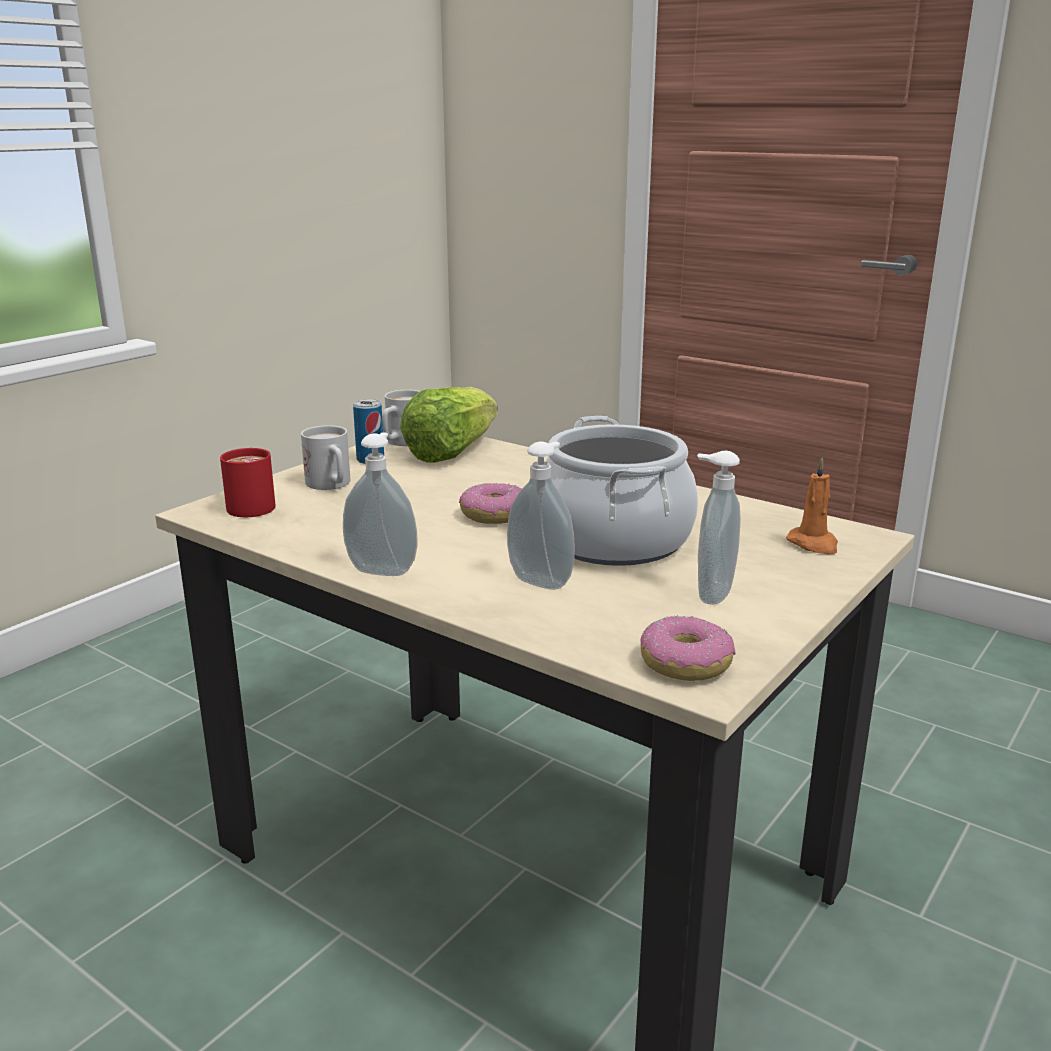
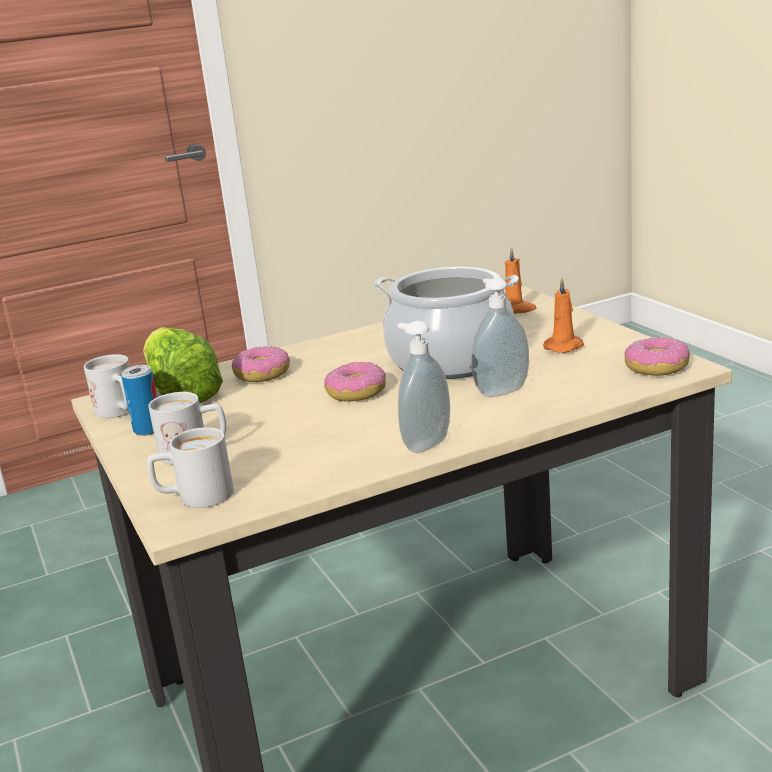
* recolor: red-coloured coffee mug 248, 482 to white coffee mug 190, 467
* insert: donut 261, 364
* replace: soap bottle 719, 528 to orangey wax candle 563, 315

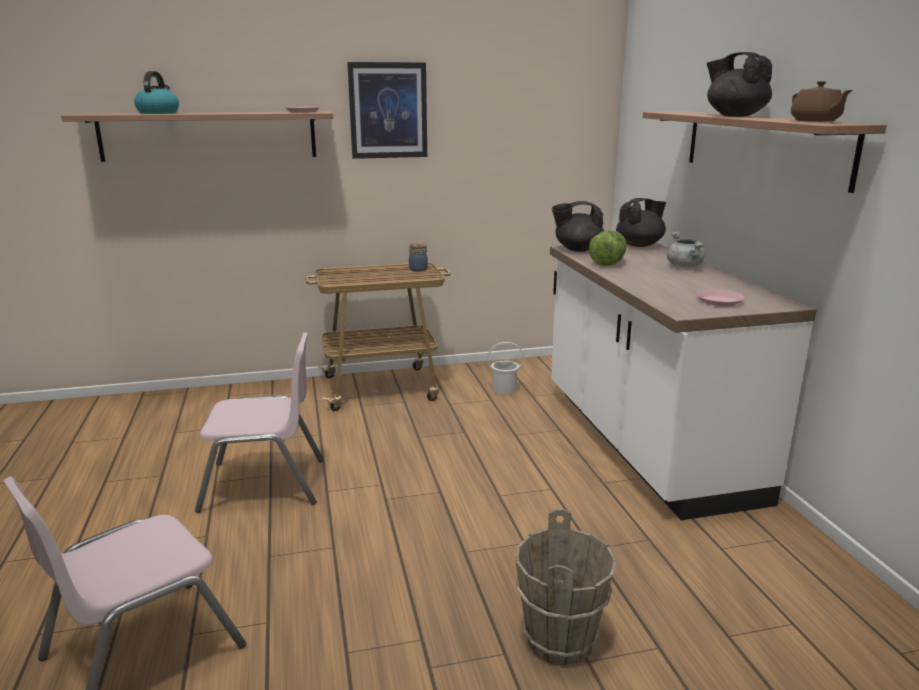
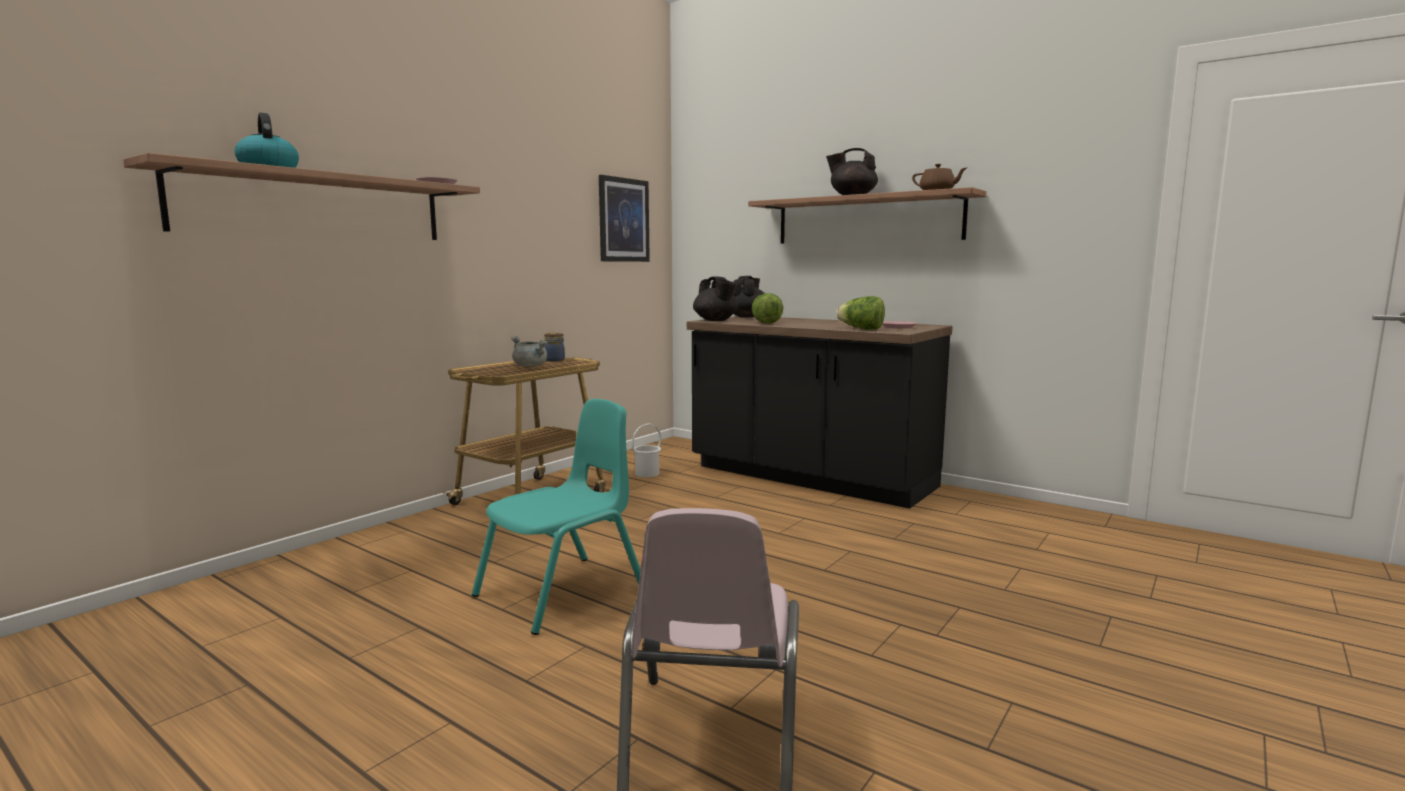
* recolor: pink chair 259, 422 to blue-green chair 556, 517
* move: grey saucepot 686, 249 to 529, 351
* move: wall art 387, 110 to 624, 218
* recolor: white counter 683, 381 to black counter 819, 412
* rotate: black teapot 578, 226 = 715, 299 75 degrees counterclockwise
* insert: lettuce head 861, 313
* delete: brownish bucket 566, 587

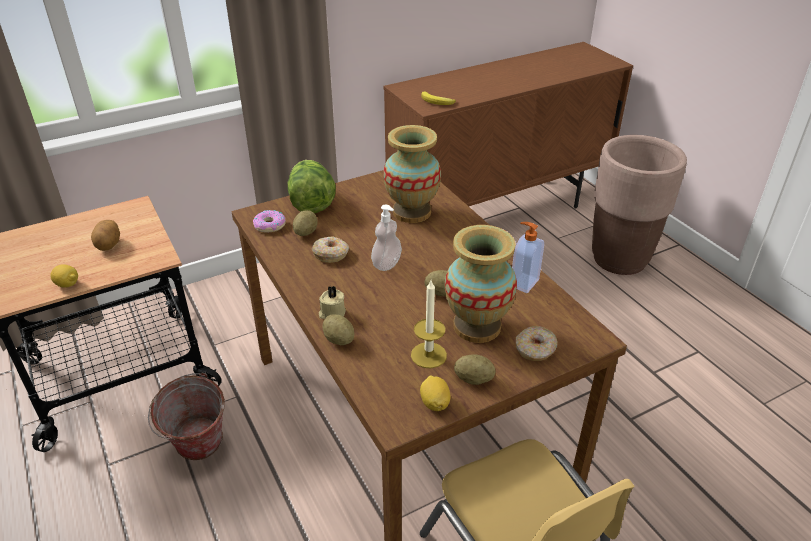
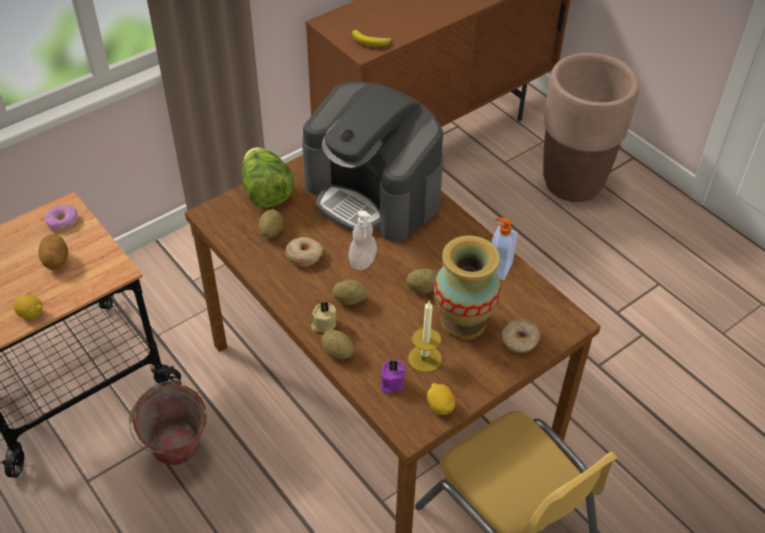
* move: donut 269, 221 to 61, 217
* replace: vase 412, 174 to coffee machine 372, 161
* move: whole potato 475, 369 to 349, 292
* insert: purple-coloured wax candle 393, 377

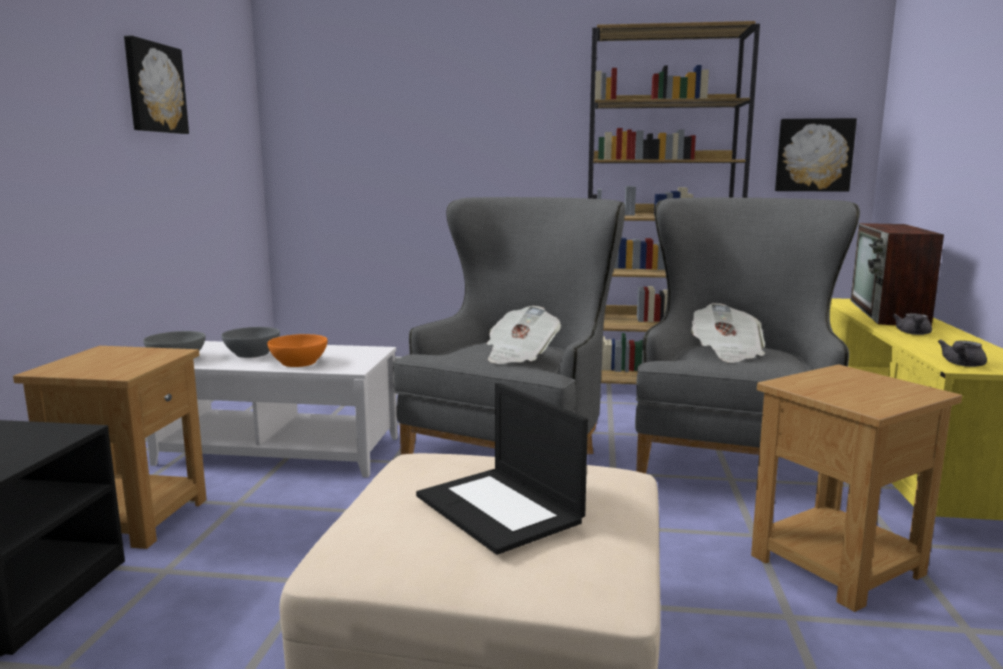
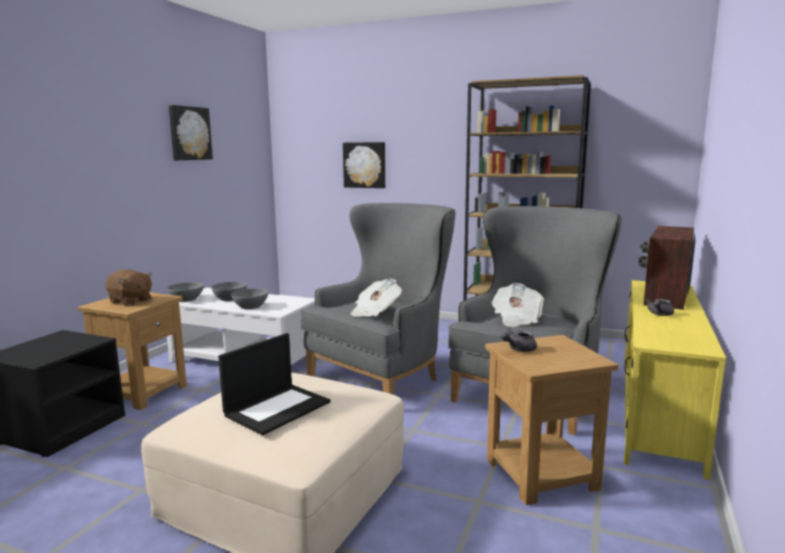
* insert: brownish soft toy 128, 287
* rotate: notebook computer 502, 469 = 274, 384 120 degrees counterclockwise
* recolor: orangey deep dish 297, 350 to grey deep dish 249, 298
* move: wall art 816, 155 to 364, 165
* move: grey teapot 962, 353 to 519, 340

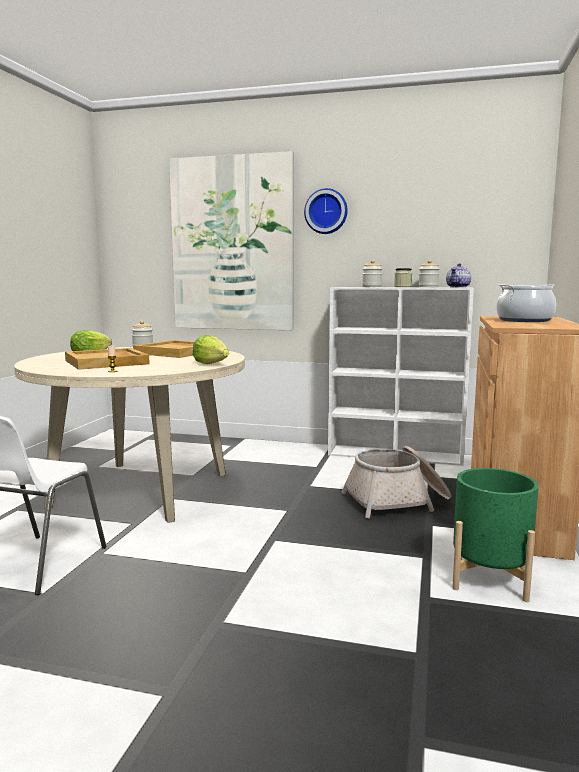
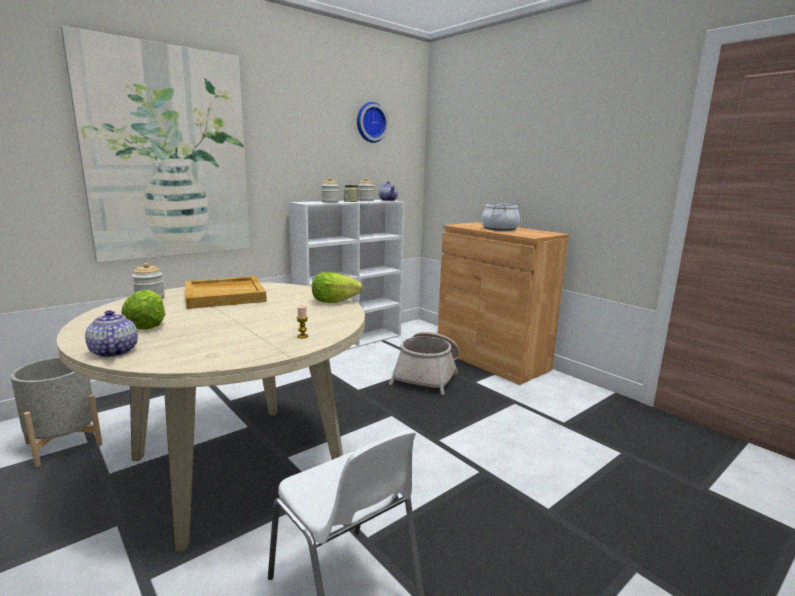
* insert: grey planter 56, 412
* insert: teapot 111, 334
* move: clock on the wall 326, 211 to 373, 122
* delete: beige-coloured carrying tray 107, 359
* delete: greenish planter 495, 535

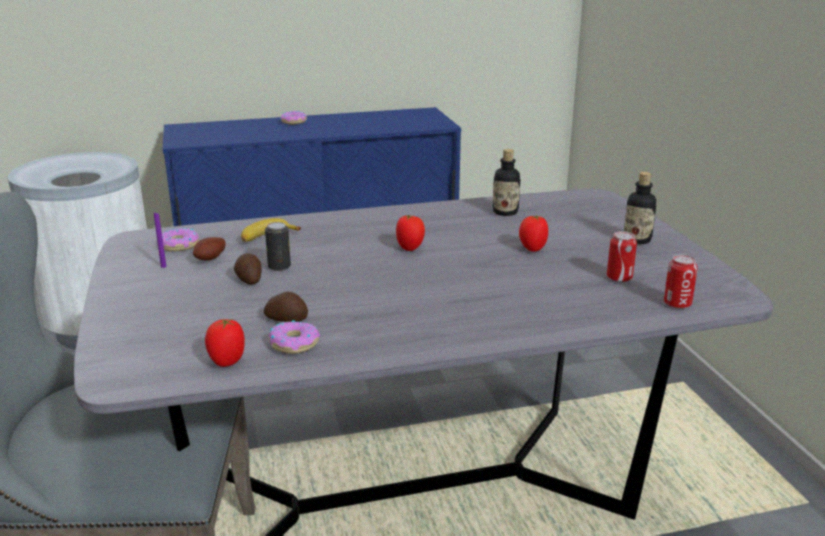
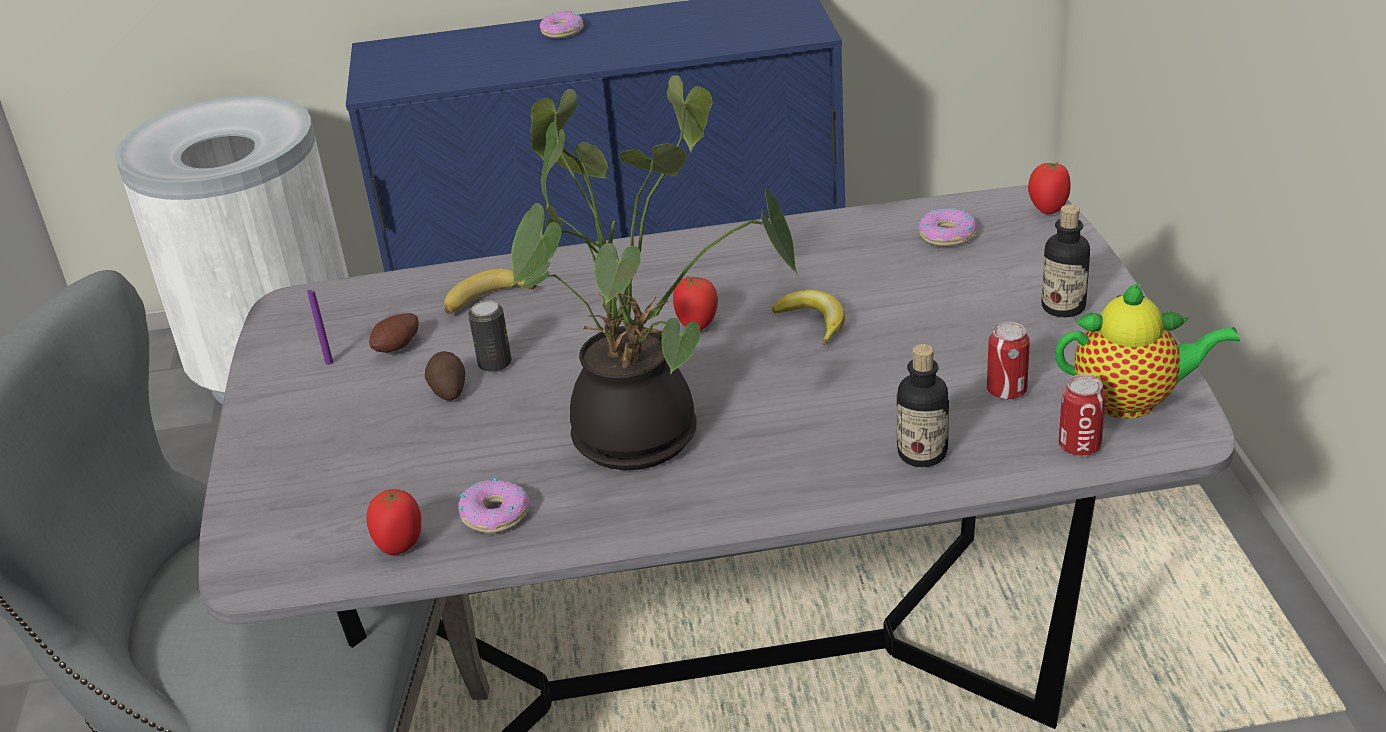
* insert: plant in a pot 655, 272
* insert: whole banana 808, 317
* move: bottle 506, 182 to 923, 405
* move: donut 180, 240 to 948, 227
* move: whole tomato 533, 233 to 1049, 188
* insert: teapot 1147, 350
* delete: whole potato 286, 306

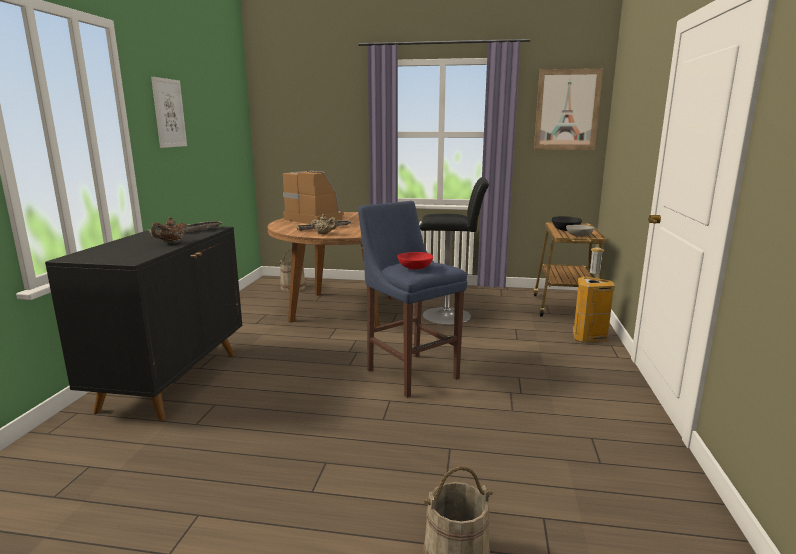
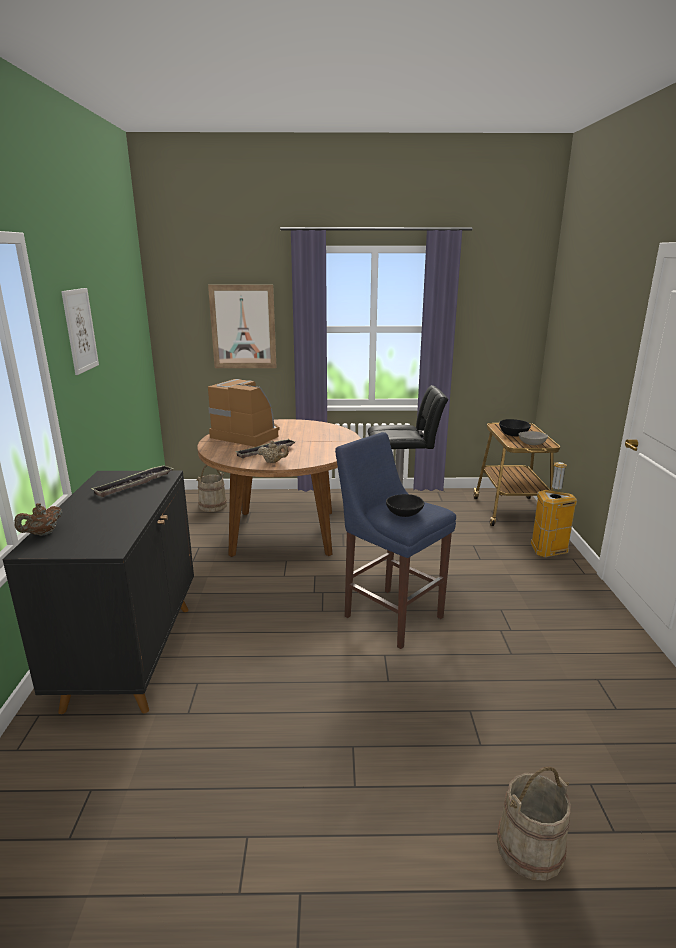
* move: brownish teapot 170, 230 to 38, 519
* move: wall art 568, 109 to 242, 326
* recolor: red-coloured deep dish 415, 260 to black deep dish 405, 505

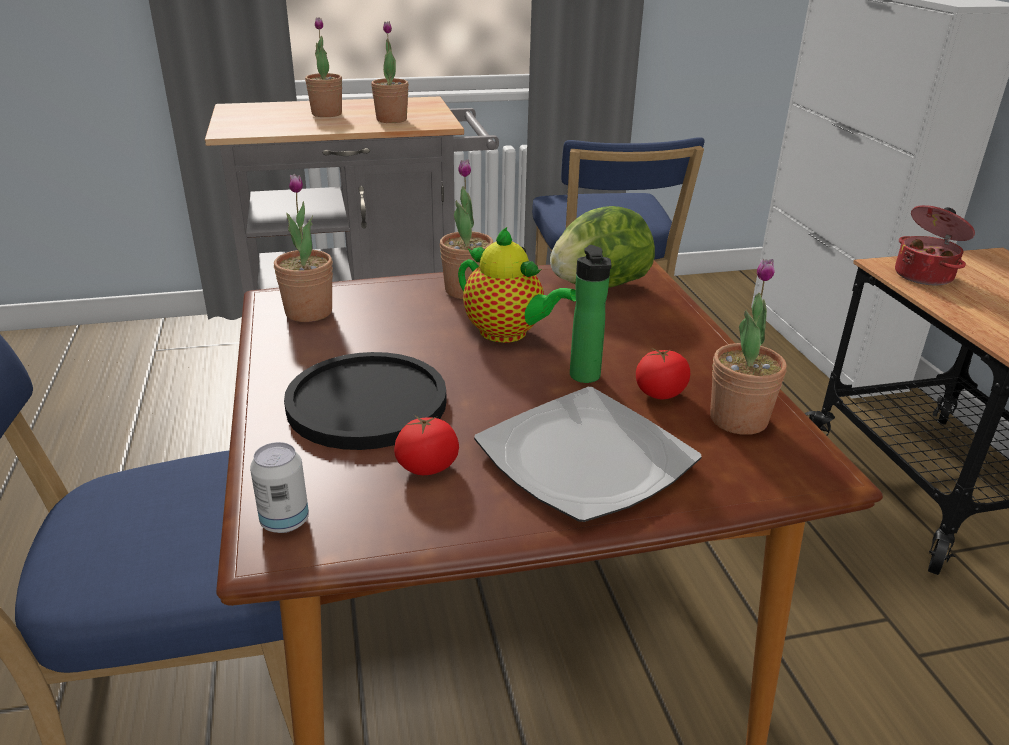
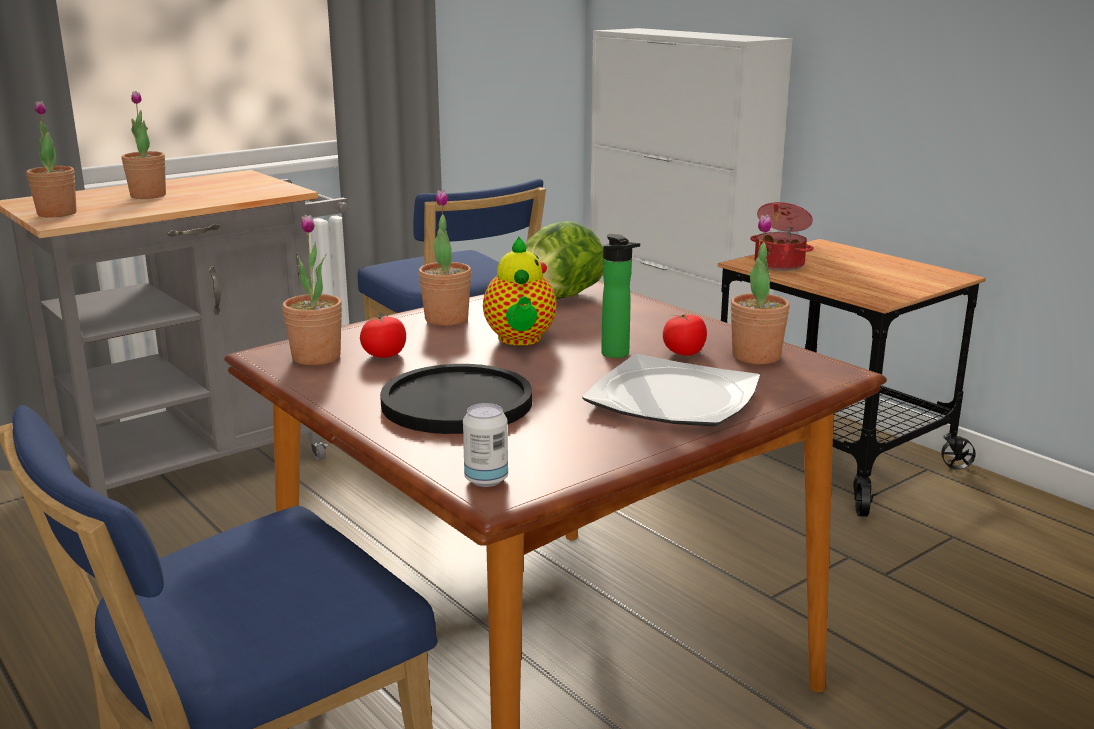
* move: plant in a pot 390, 72 to 51, 159
* move: whole tomato 426, 445 to 383, 337
* rotate: teapot 517, 285 = 520, 291 75 degrees clockwise

